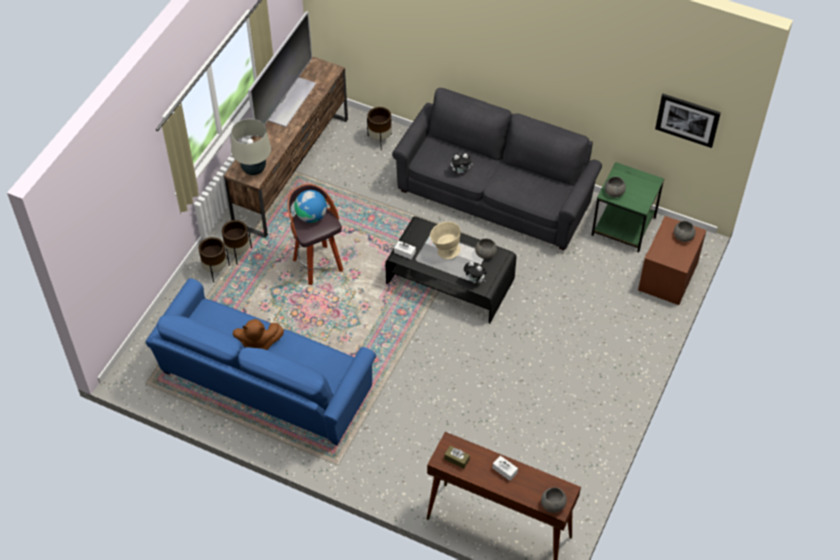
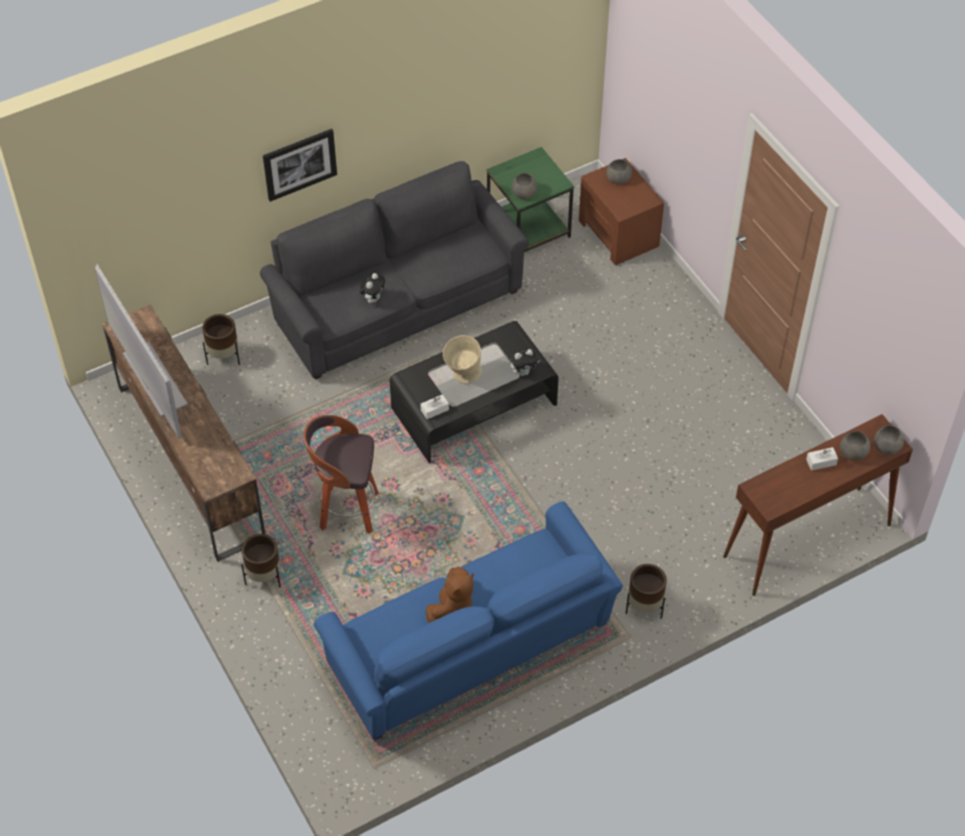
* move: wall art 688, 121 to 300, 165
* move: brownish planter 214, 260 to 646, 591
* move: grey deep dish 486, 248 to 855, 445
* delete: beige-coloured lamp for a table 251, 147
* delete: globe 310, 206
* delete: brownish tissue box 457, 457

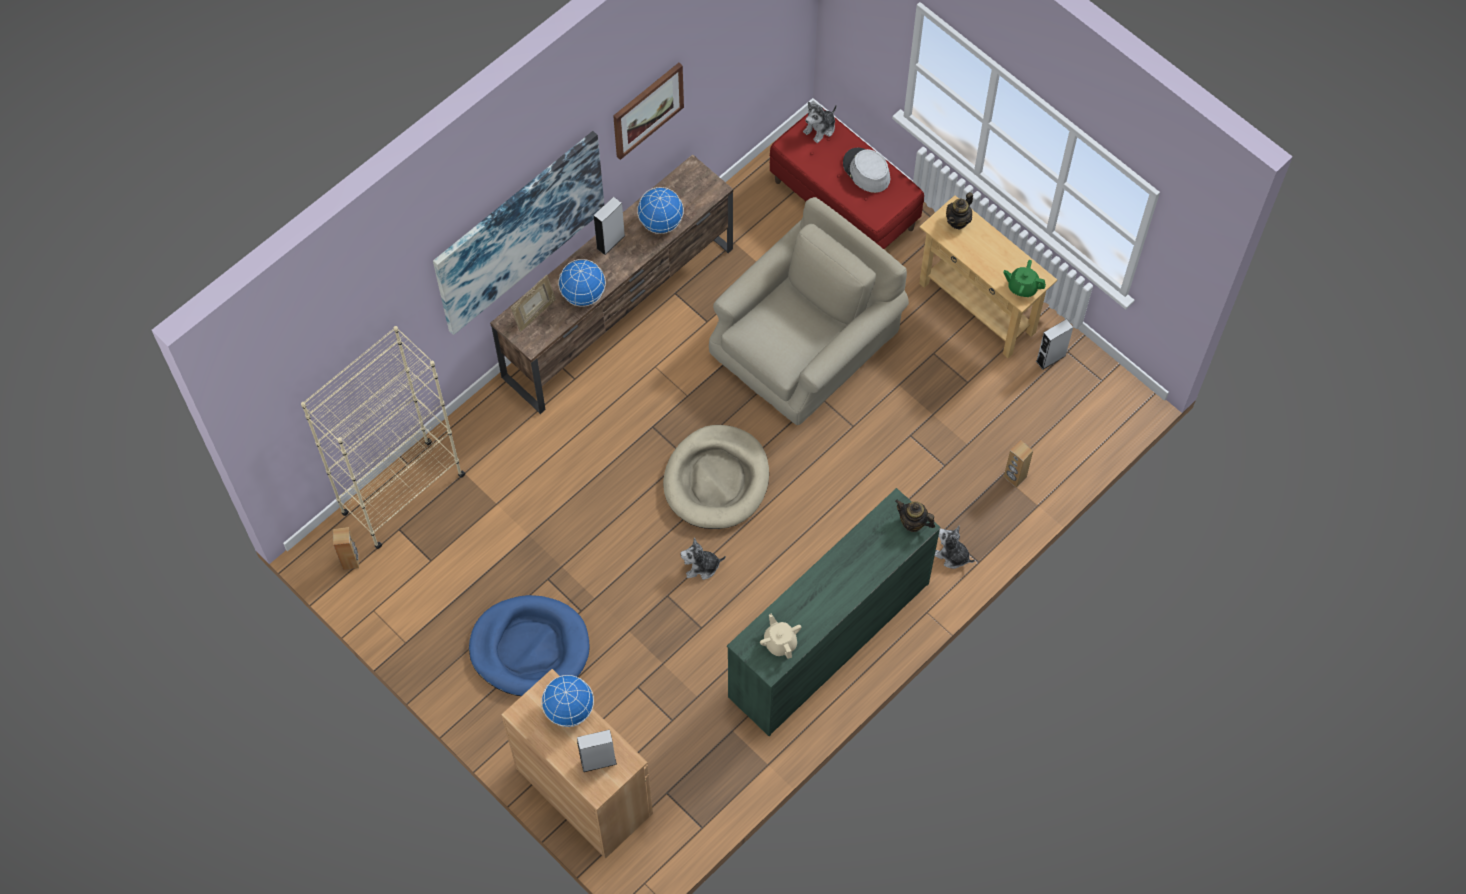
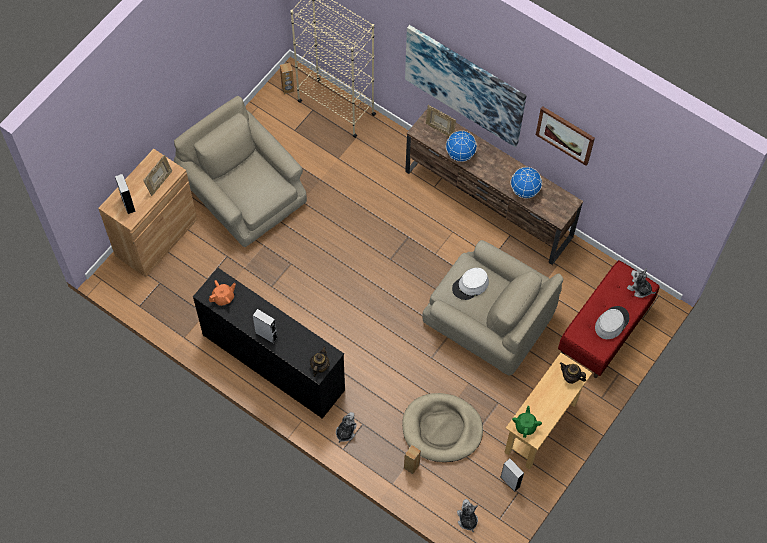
* replace: globe 567, 701 to standing frame 157, 175
* replace: blue-coloured pet bed 529, 645 to beige-coloured easy chair 240, 171
* recolor: greenish drawer chest 834, 612 to black drawer chest 269, 343
* recolor: beige-coloured teapot 780, 636 to orangey teapot 222, 293
* move: grey speaker 609, 226 to 265, 326
* move: beige-coloured pet bed 716, 477 to 442, 427
* insert: white hat 470, 284
* move: soft toy 703, 559 to 467, 515

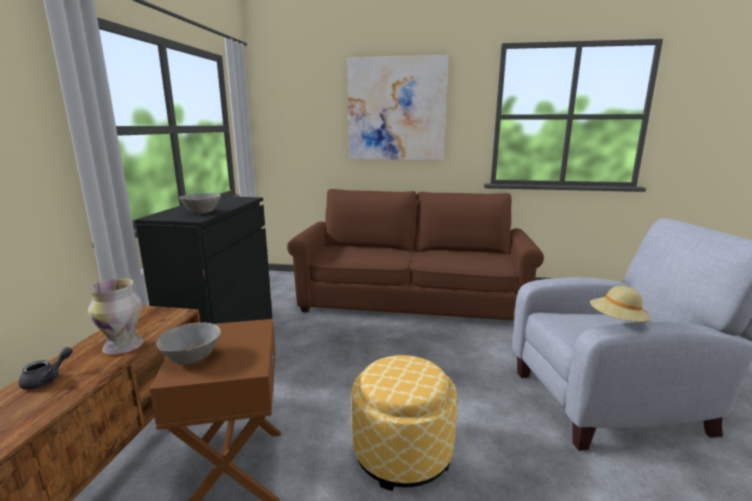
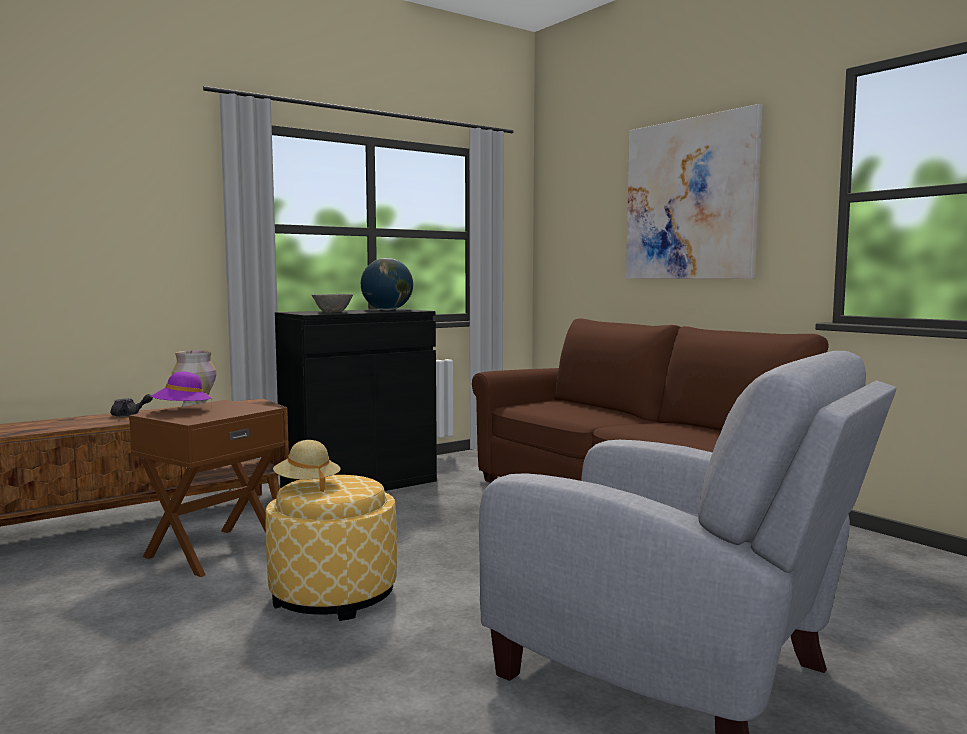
* replace: grey deep dish 188, 343 to purple-coloured hat 181, 386
* move: beige-coloured hat 620, 304 to 307, 466
* insert: globe 387, 284

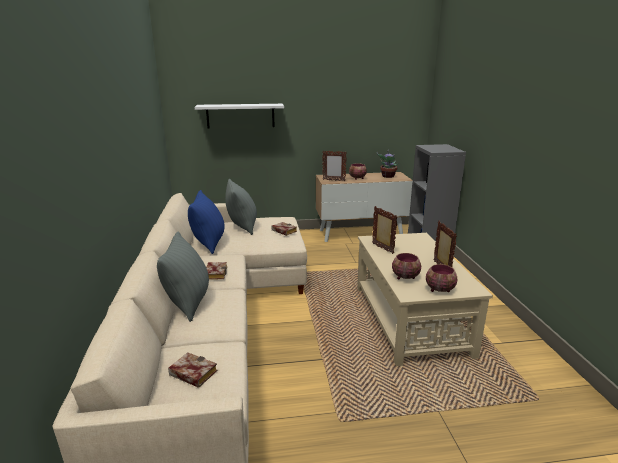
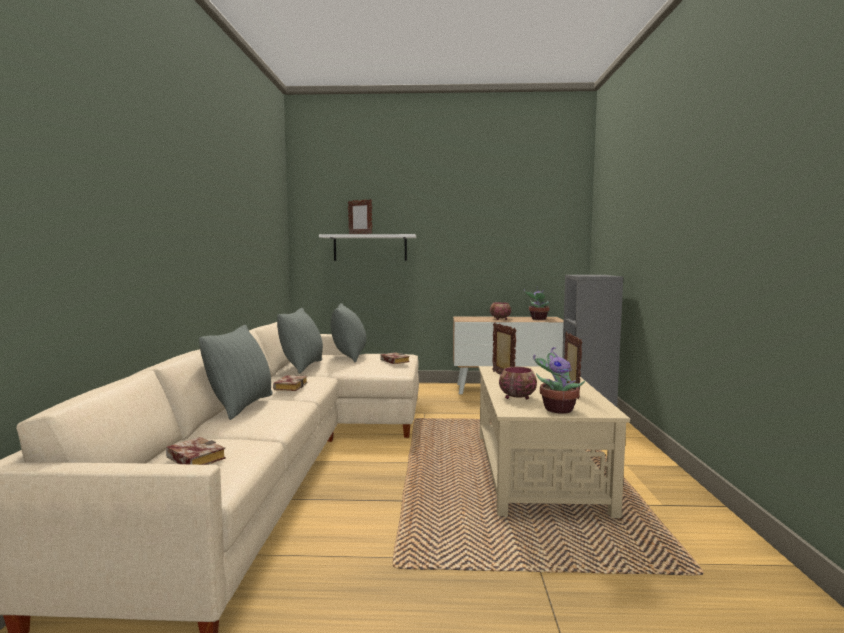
* recolor: blue-coloured throw pillow 206, 222 to grey throw pillow 300, 341
* move: standing frame 334, 166 to 360, 216
* replace: deep dish 442, 278 to plant in a pot 559, 380

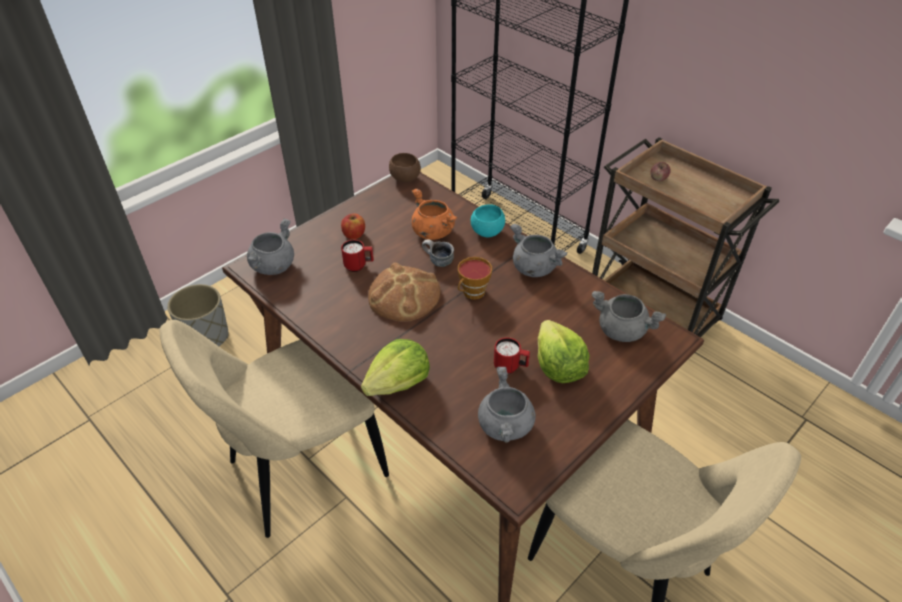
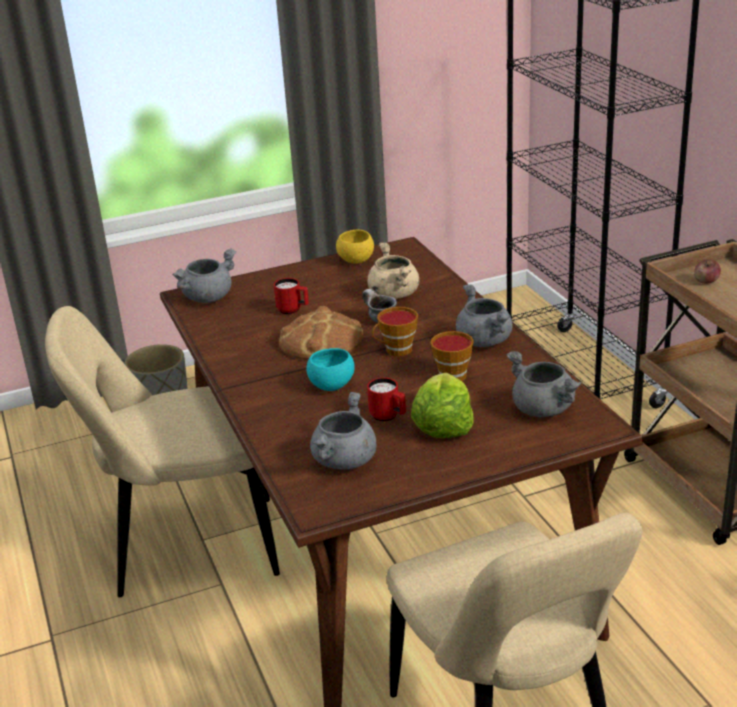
* move: blue-green deep dish 488, 220 to 330, 369
* insert: yellowish deep dish 355, 246
* recolor: orangey saucepot 434, 214 to beige-coloured saucepot 393, 270
* insert: drinking cup 452, 356
* delete: apple fruit 353, 226
* delete: lettuce head 395, 367
* delete: brownish deep dish 405, 168

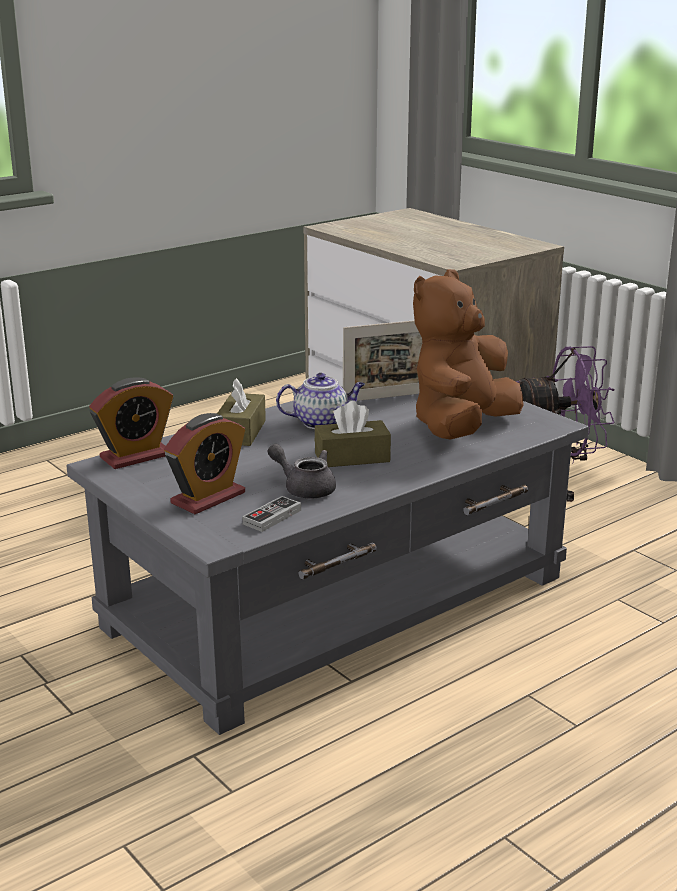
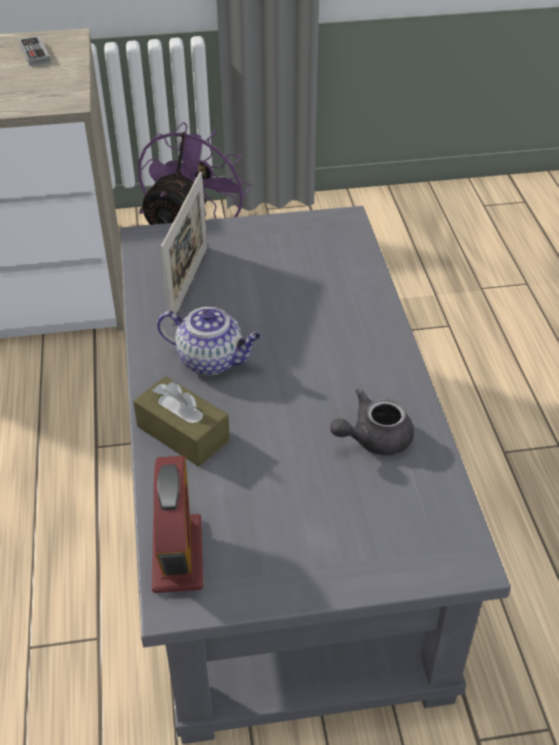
* move: game controller 271, 514 to 35, 51
* rotate: teapot 320, 401 = 209, 341 90 degrees clockwise
* delete: alarm clock 204, 463
* delete: brownish tissue box 353, 434
* delete: brownish soft toy 468, 354

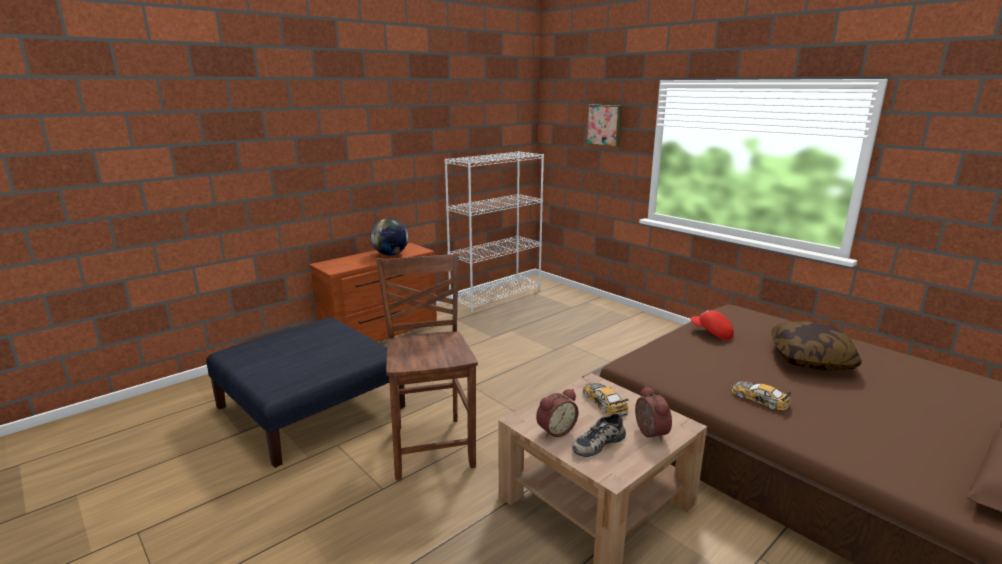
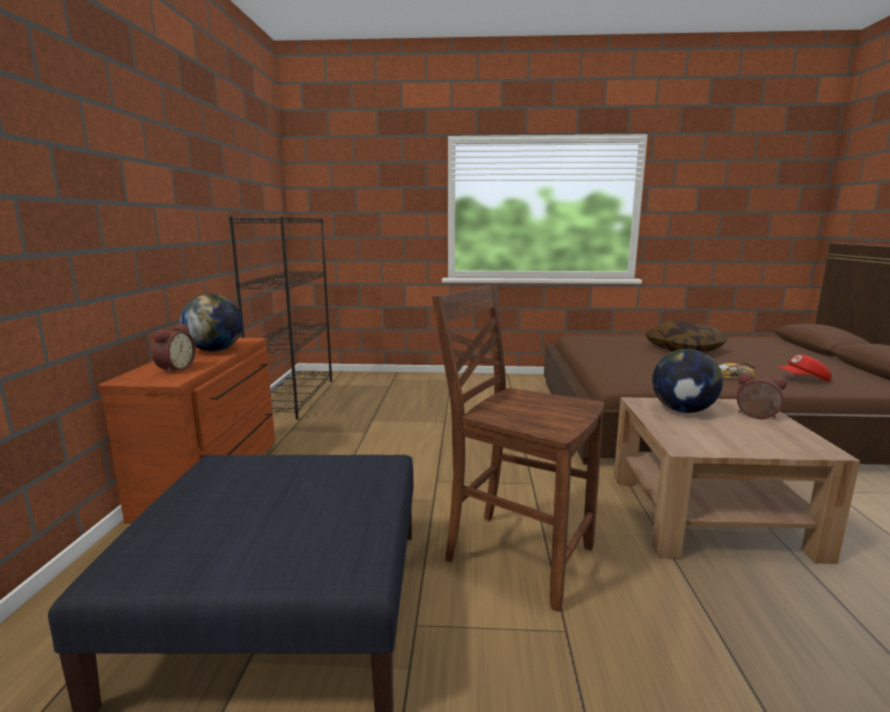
* move: alarm clock 557, 413 to 174, 349
* recolor: white shelving unit 494, 232 to black shelving unit 280, 318
* replace: miniature car 605, 399 to globe 687, 381
* move: red-coloured baseball cap 712, 325 to 805, 368
* delete: low shoe 599, 434
* delete: wall art 604, 126

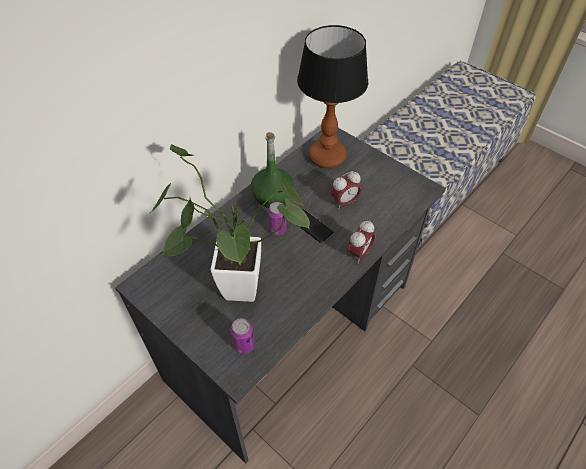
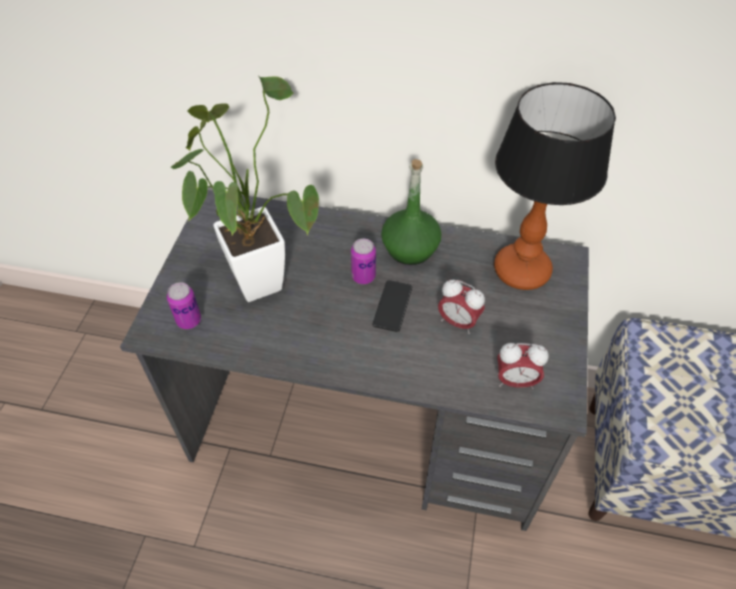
* move: alarm clock 361, 242 to 523, 366

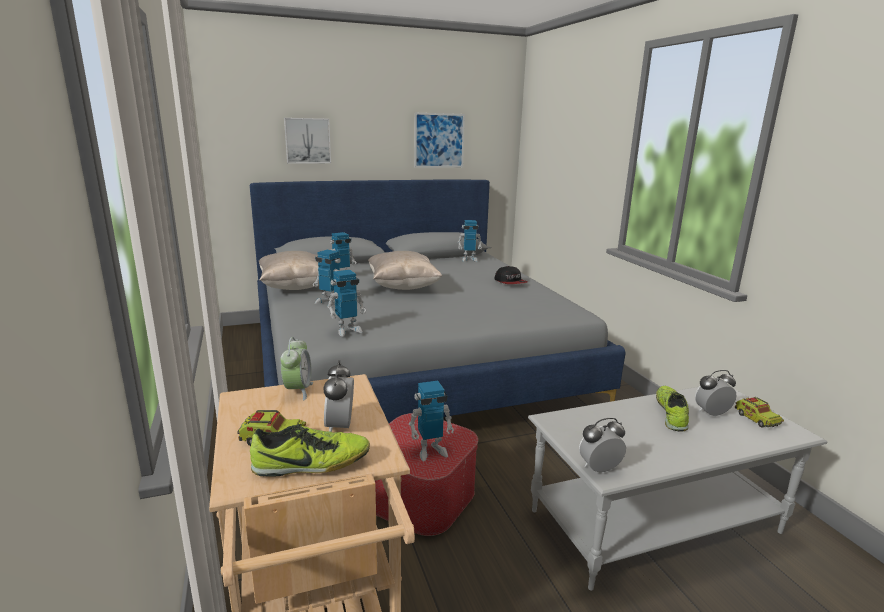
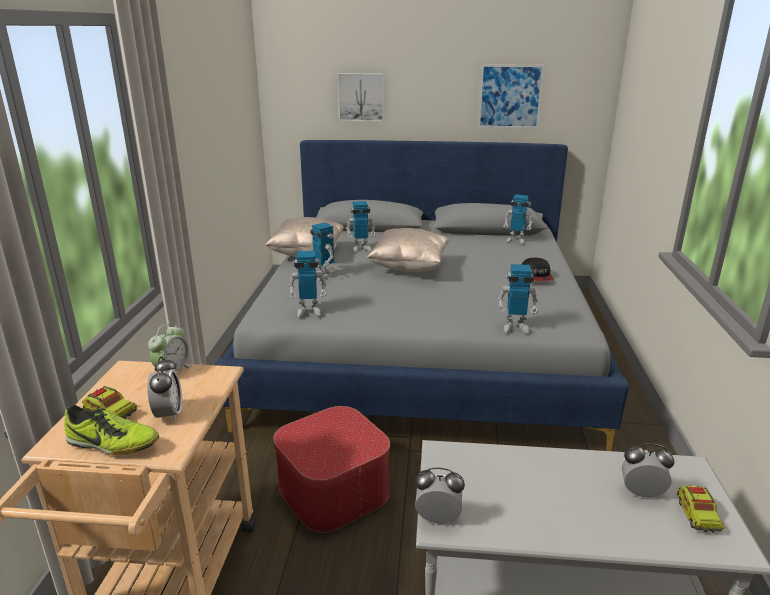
* rotate: alarm clock 338, 396 = 164, 389 150 degrees clockwise
* move: model robot 431, 421 to 518, 299
* delete: low shoe 672, 409

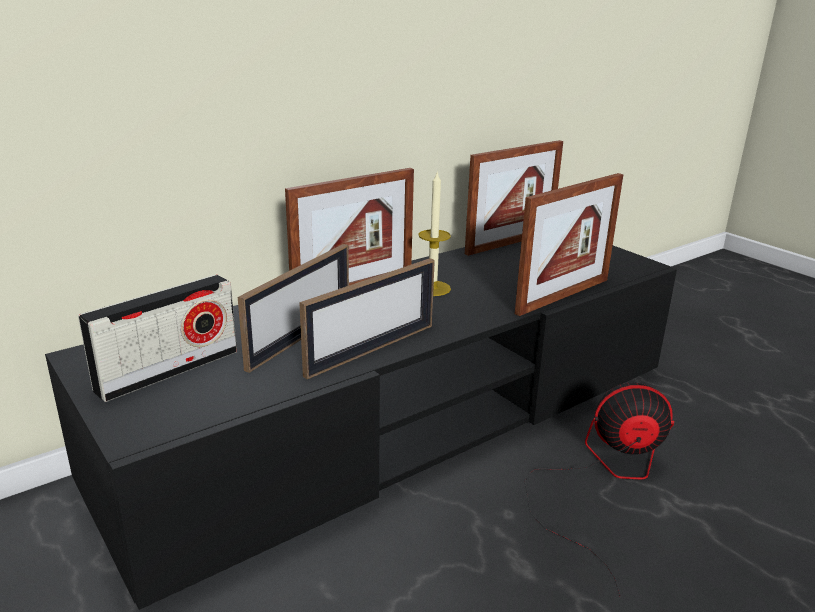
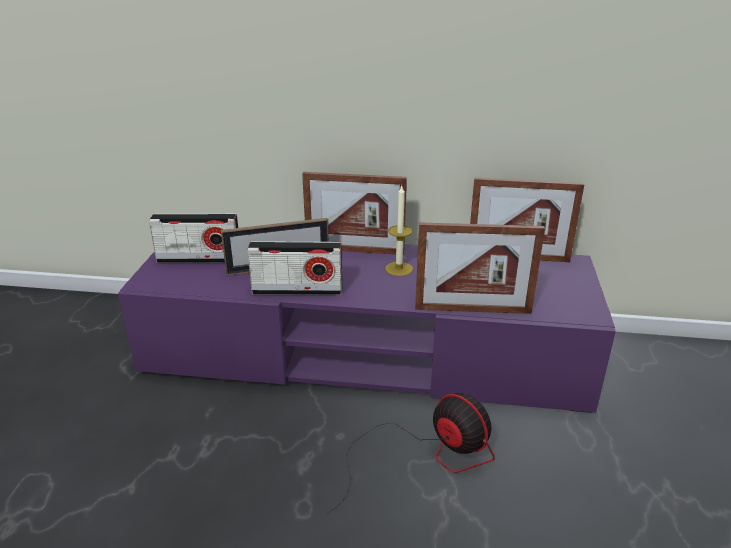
* recolor: black tv stand 361, 426 to purple-coloured tv stand 367, 328
* replace: standing frame 367, 318 to radio 294, 268

